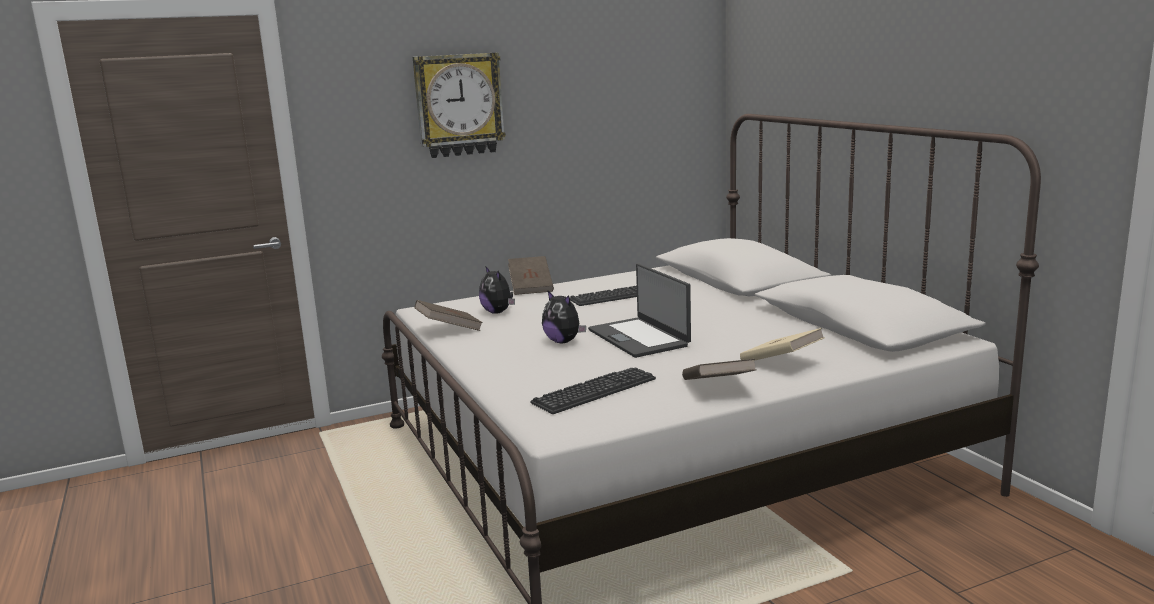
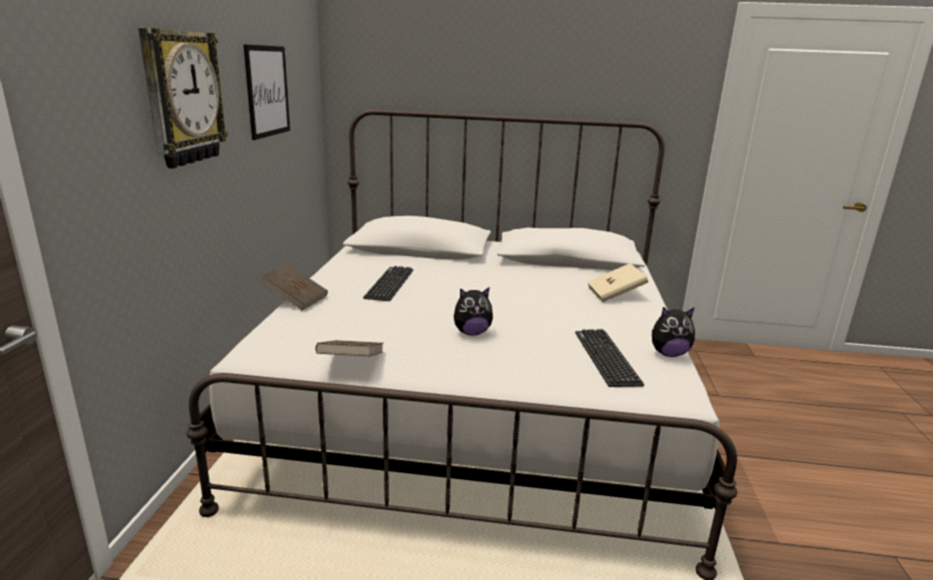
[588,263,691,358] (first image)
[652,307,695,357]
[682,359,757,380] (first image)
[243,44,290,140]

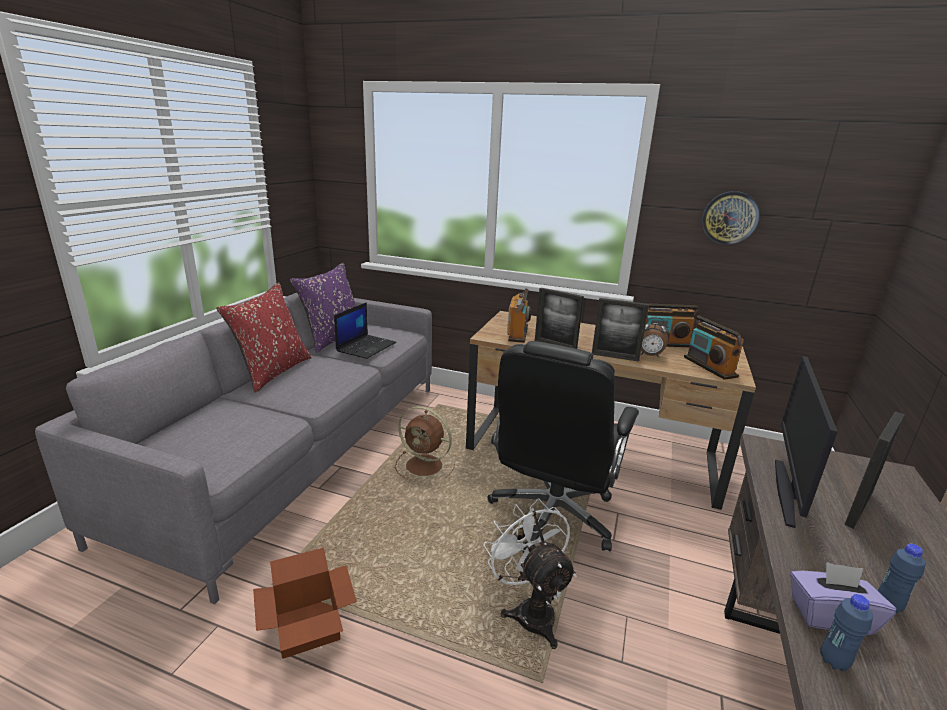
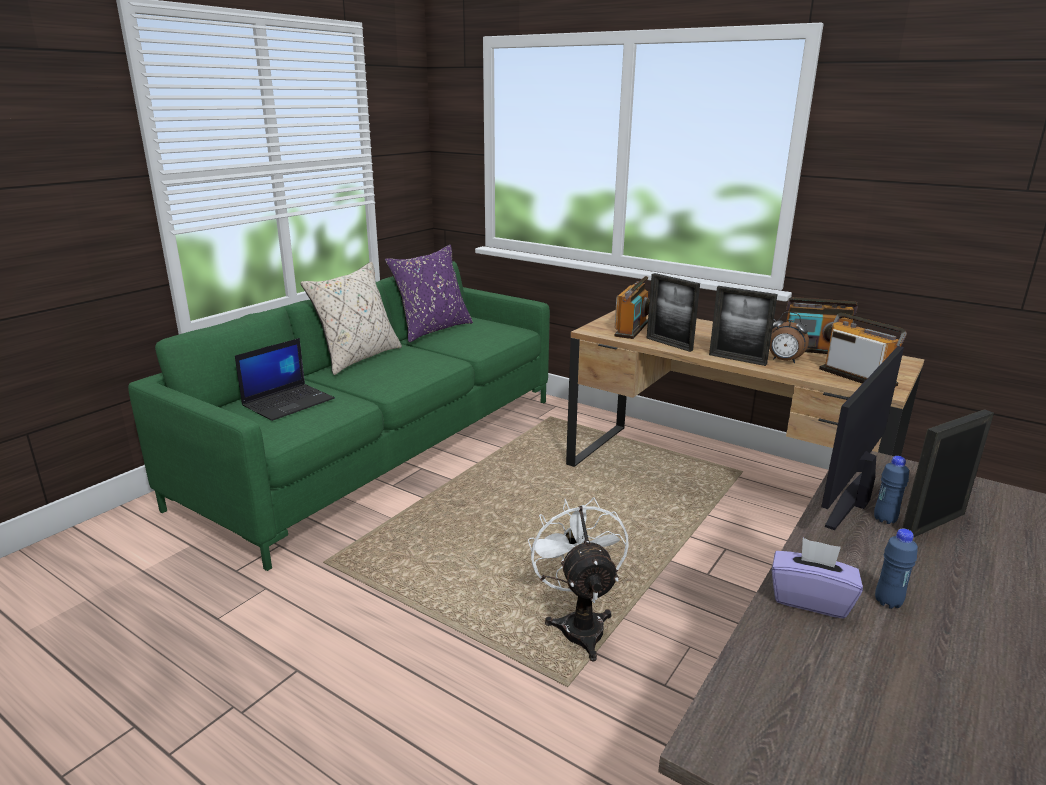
[702,191,760,245] (first image)
[128,261,550,571]
[300,262,402,375]
[235,338,335,421]
[819,313,907,387]
[488,341,639,553] (first image)
[395,406,455,479] (first image)
[253,548,357,659] (first image)
[874,456,909,524]

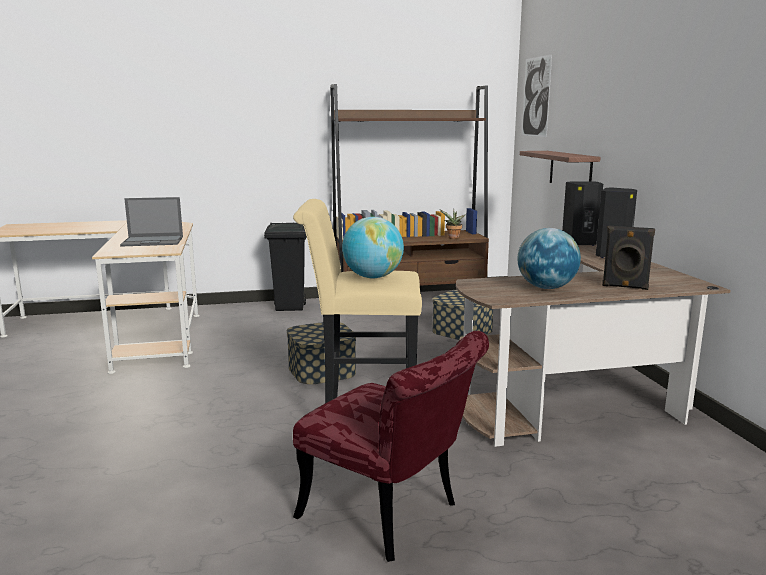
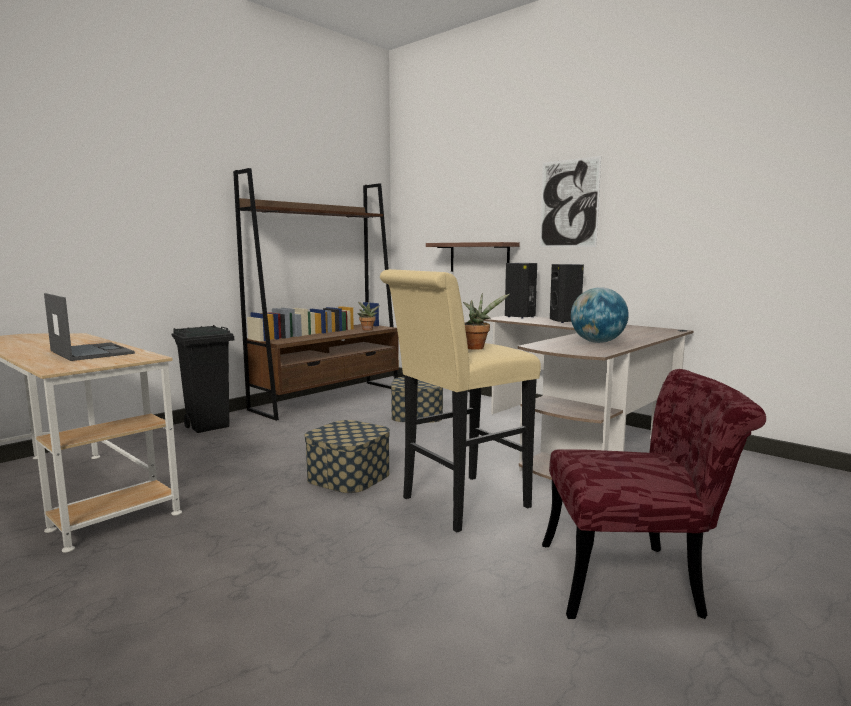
[540,156,601,247]
[44,293,135,361]
[463,293,510,350]
[602,226,655,290] (first image)

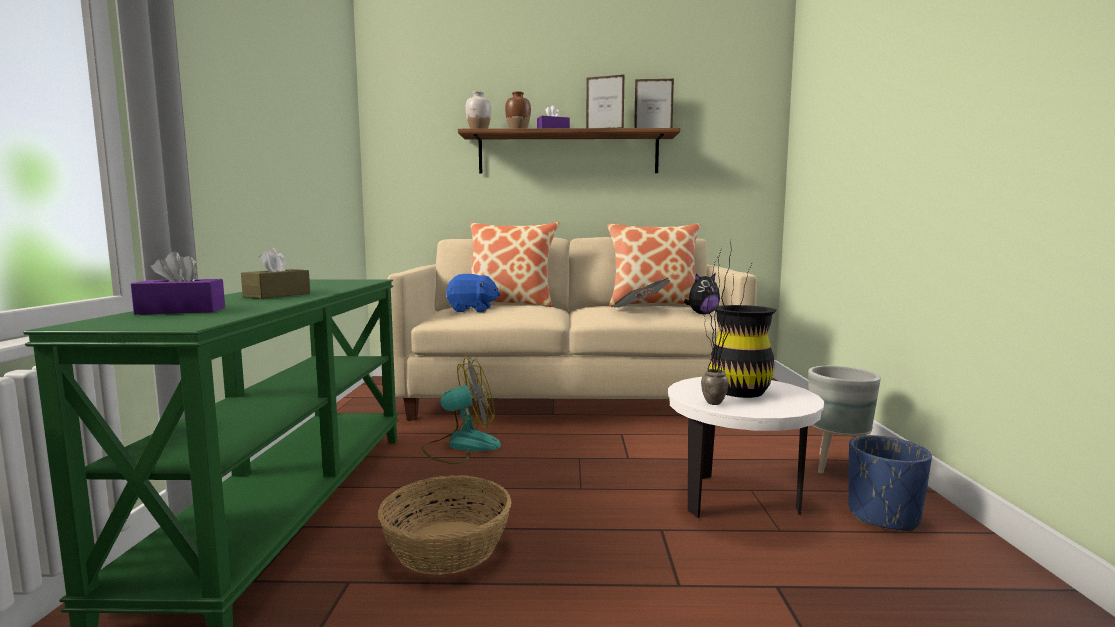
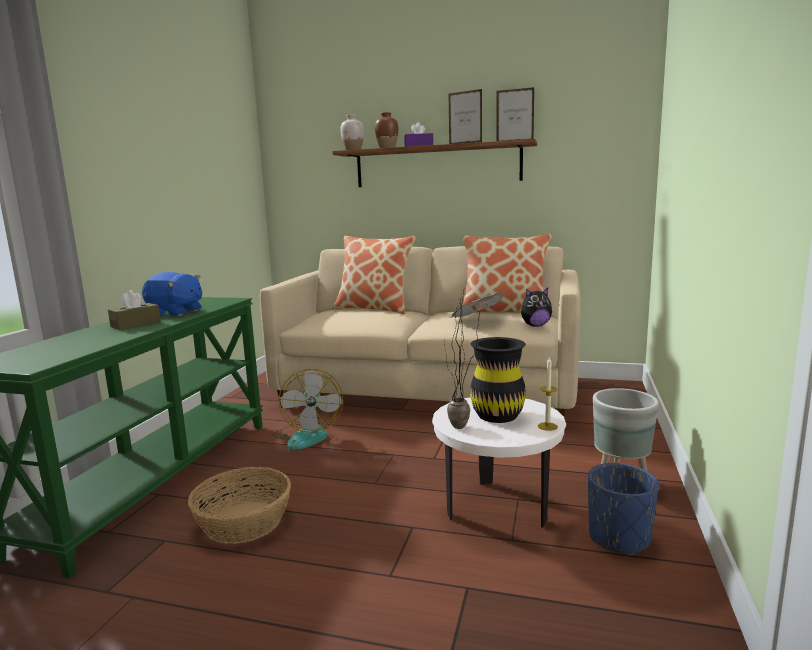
[131,252,225,315] (first image)
[142,272,202,316]
[272,369,343,450]
[538,356,558,431]

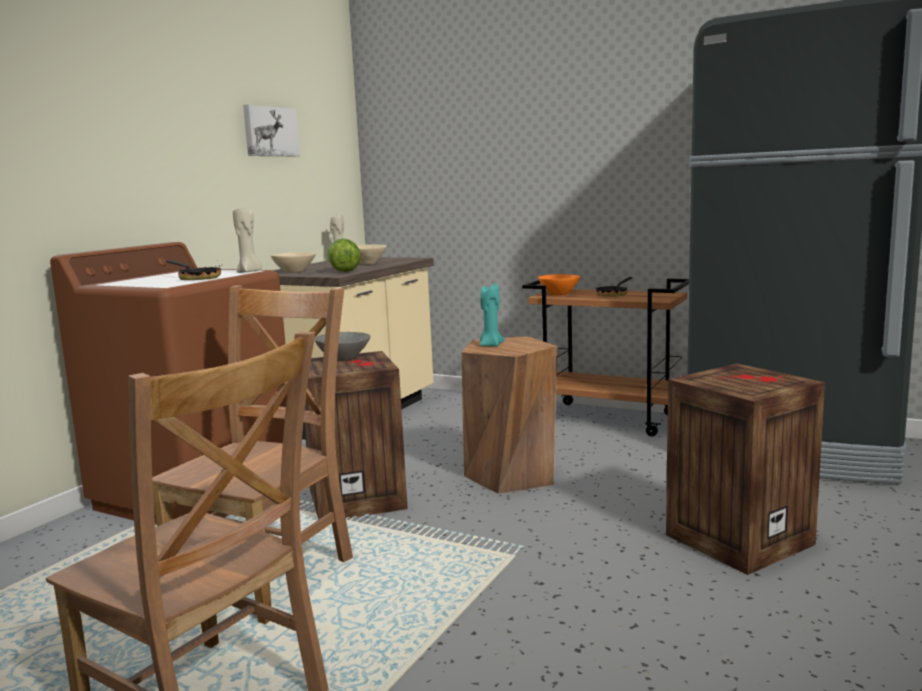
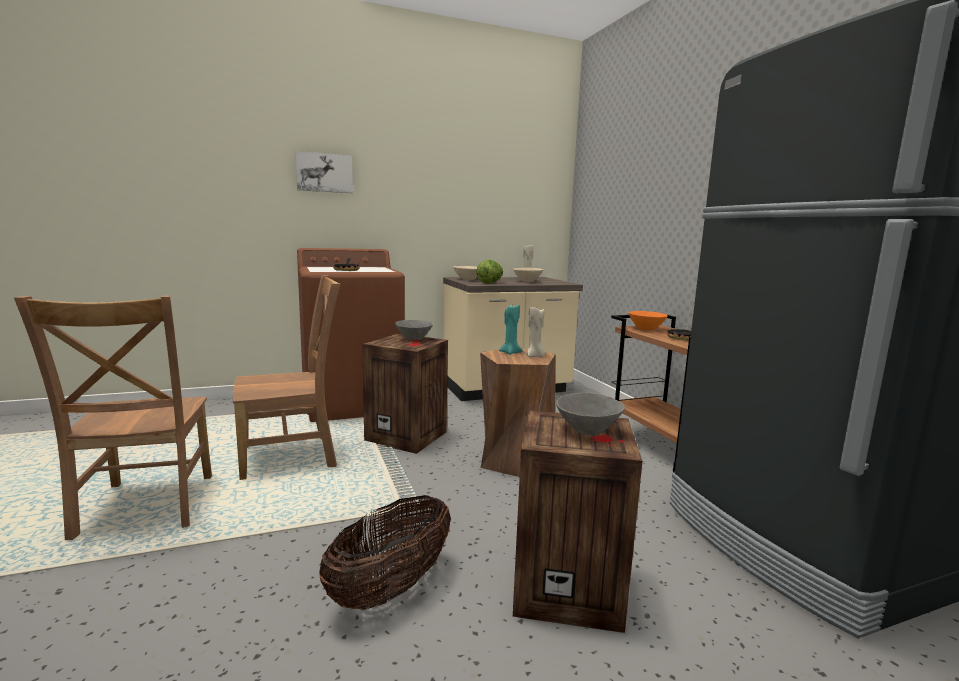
[296,151,353,193]
[526,307,545,357]
[556,393,625,436]
[319,495,451,610]

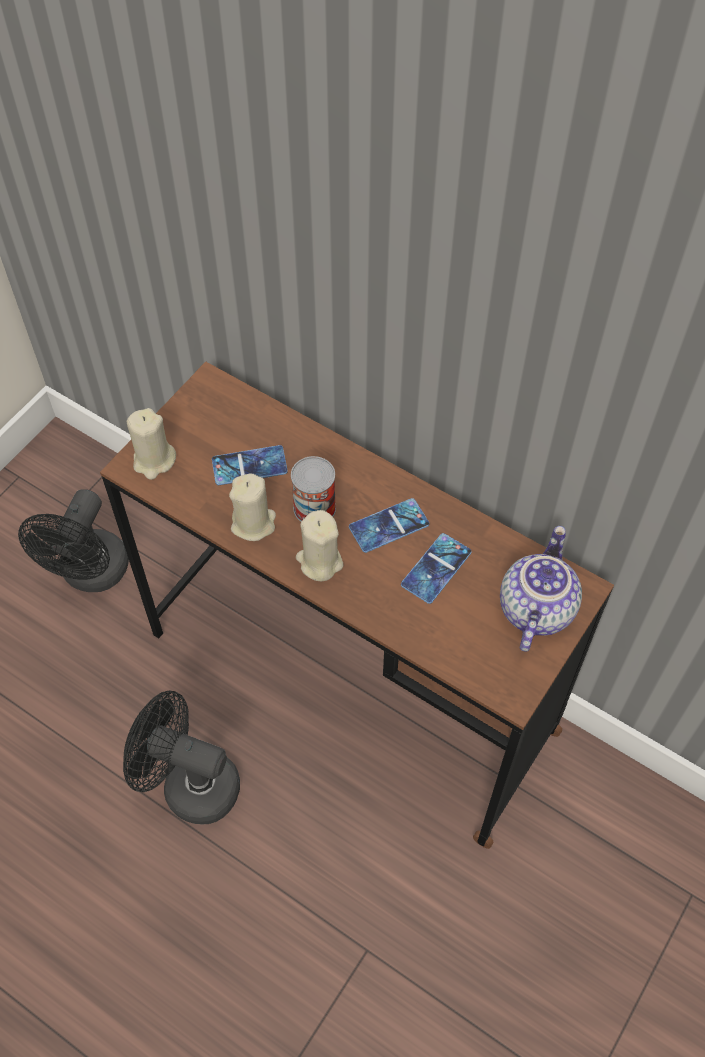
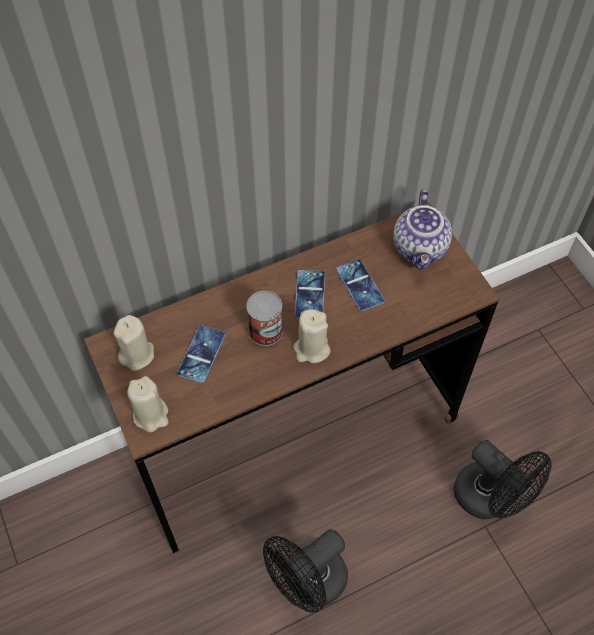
[114,315,154,371]
[453,440,552,519]
[393,189,452,270]

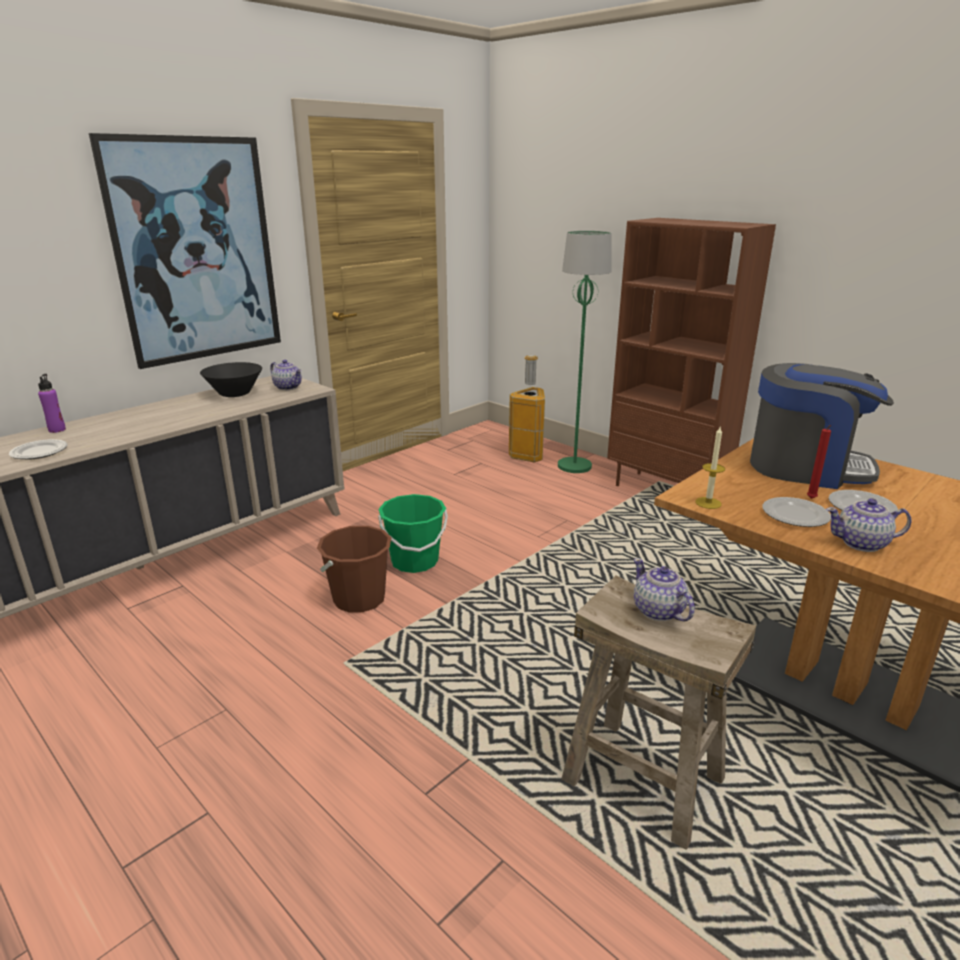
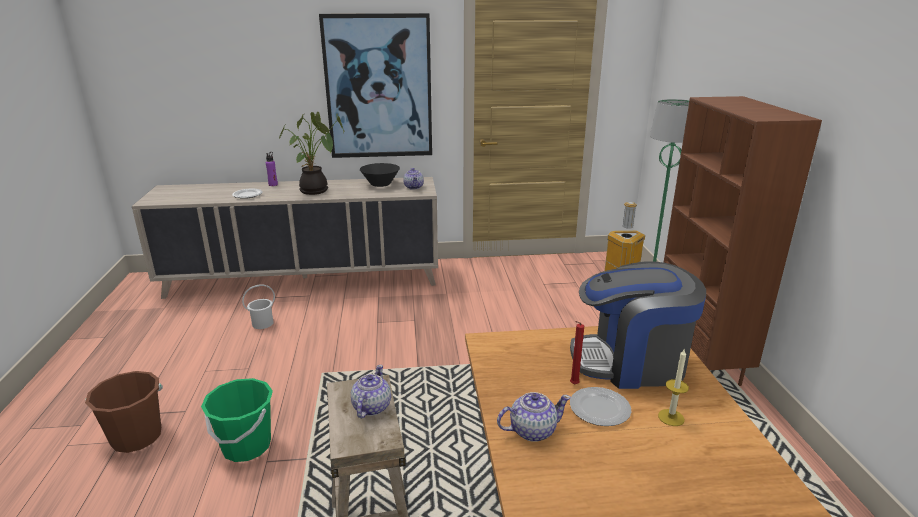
[570,261,706,389]
[658,348,689,426]
[201,378,273,462]
[762,497,831,527] (first image)
[497,392,571,442]
[85,371,163,453]
[279,112,344,195]
[242,284,275,329]

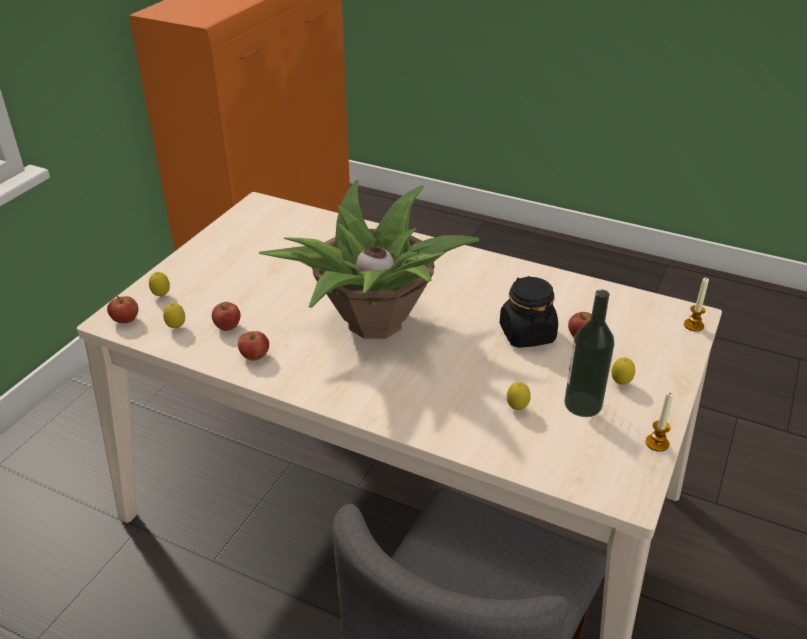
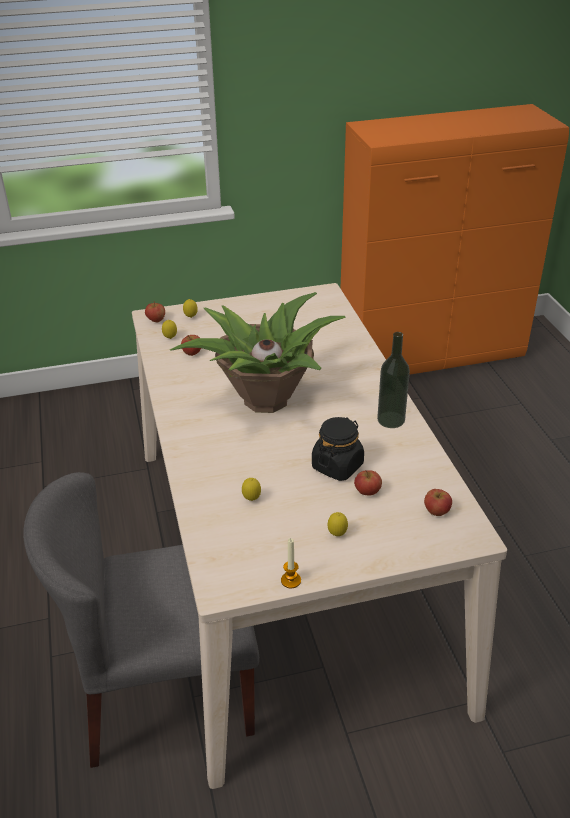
[684,278,709,332] (first image)
[377,332,410,428]
[424,489,452,516]

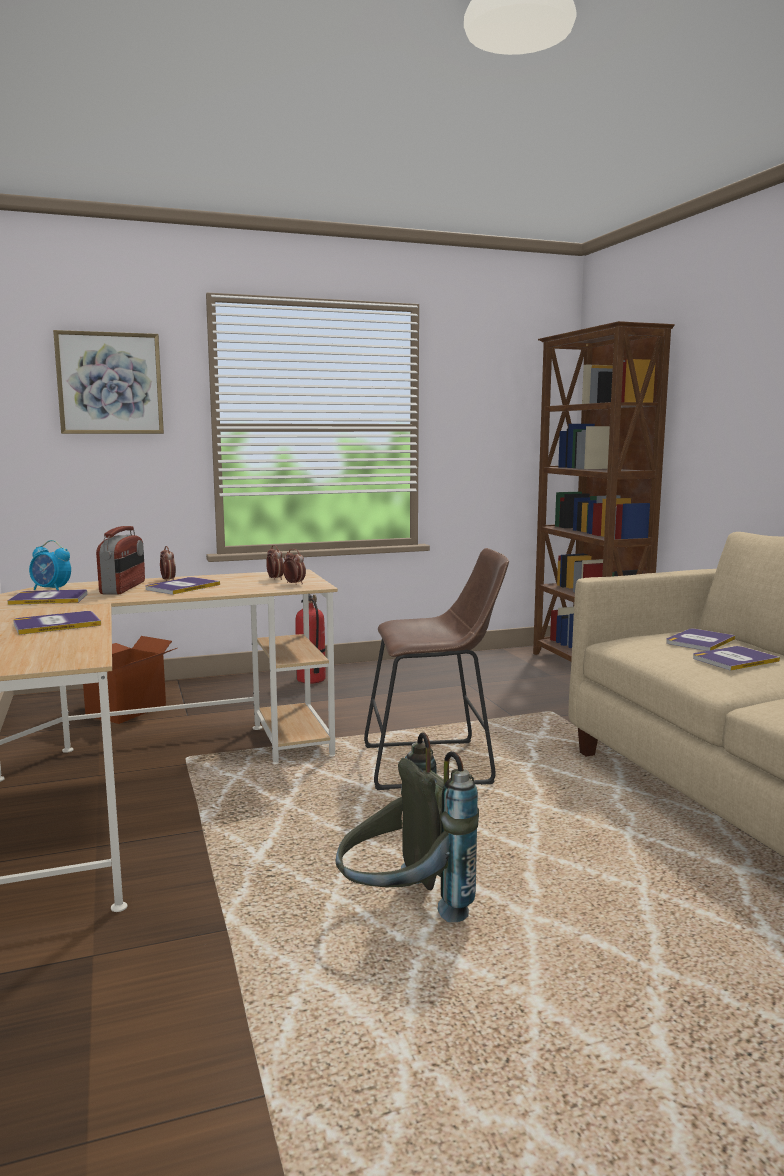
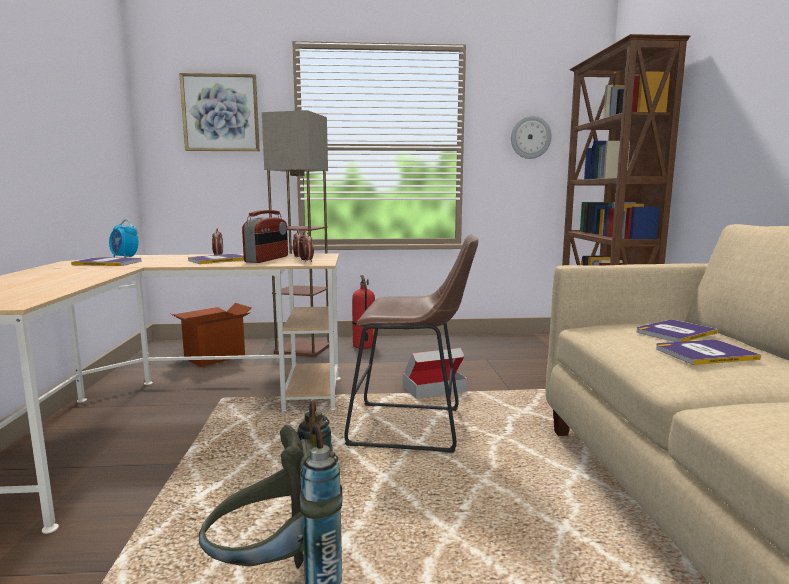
[242,210,288,263]
[13,611,101,635] (first image)
[262,110,329,357]
[511,116,552,159]
[403,348,467,399]

